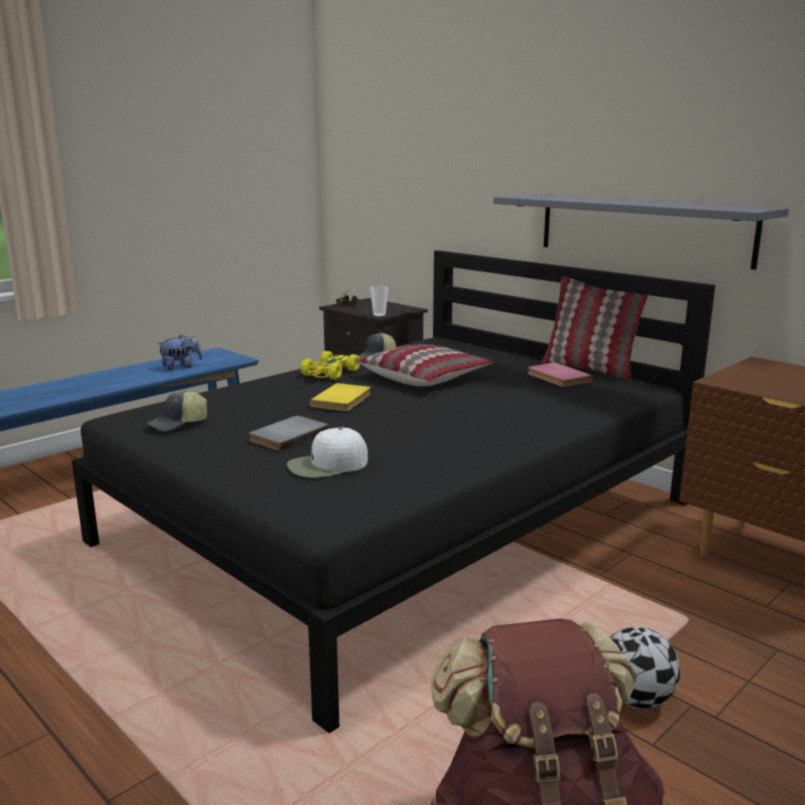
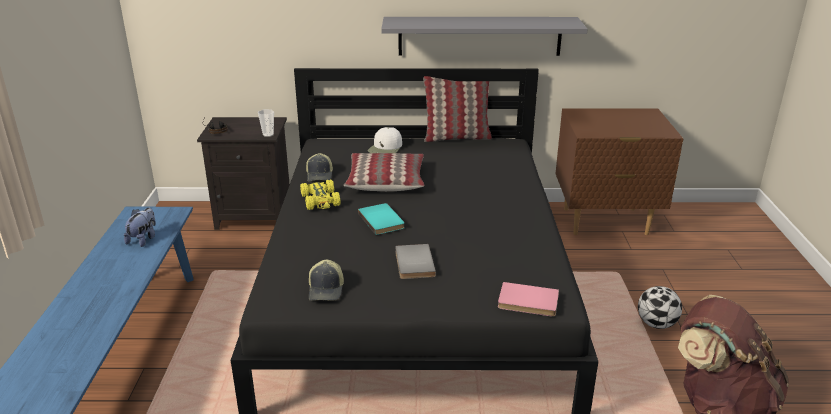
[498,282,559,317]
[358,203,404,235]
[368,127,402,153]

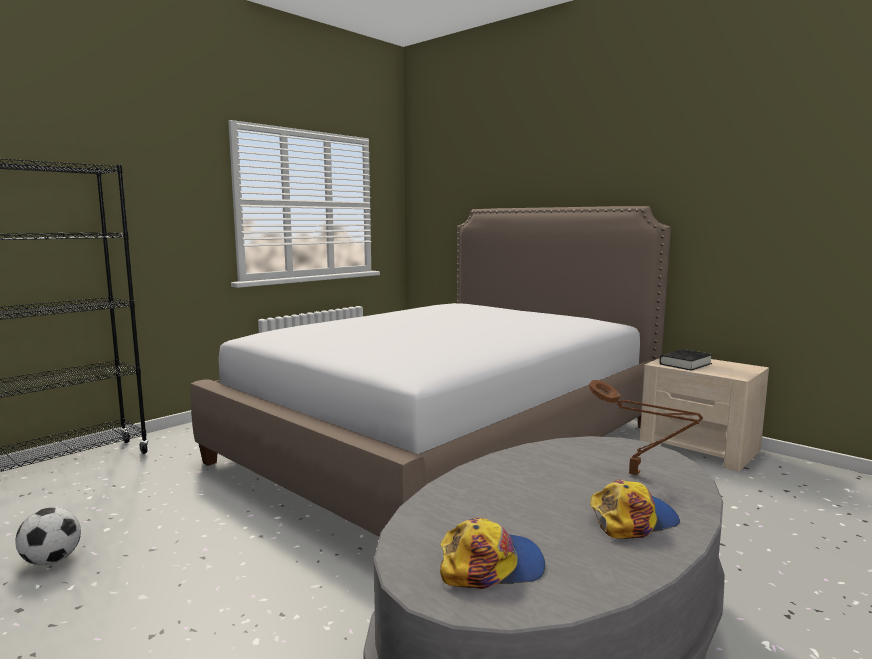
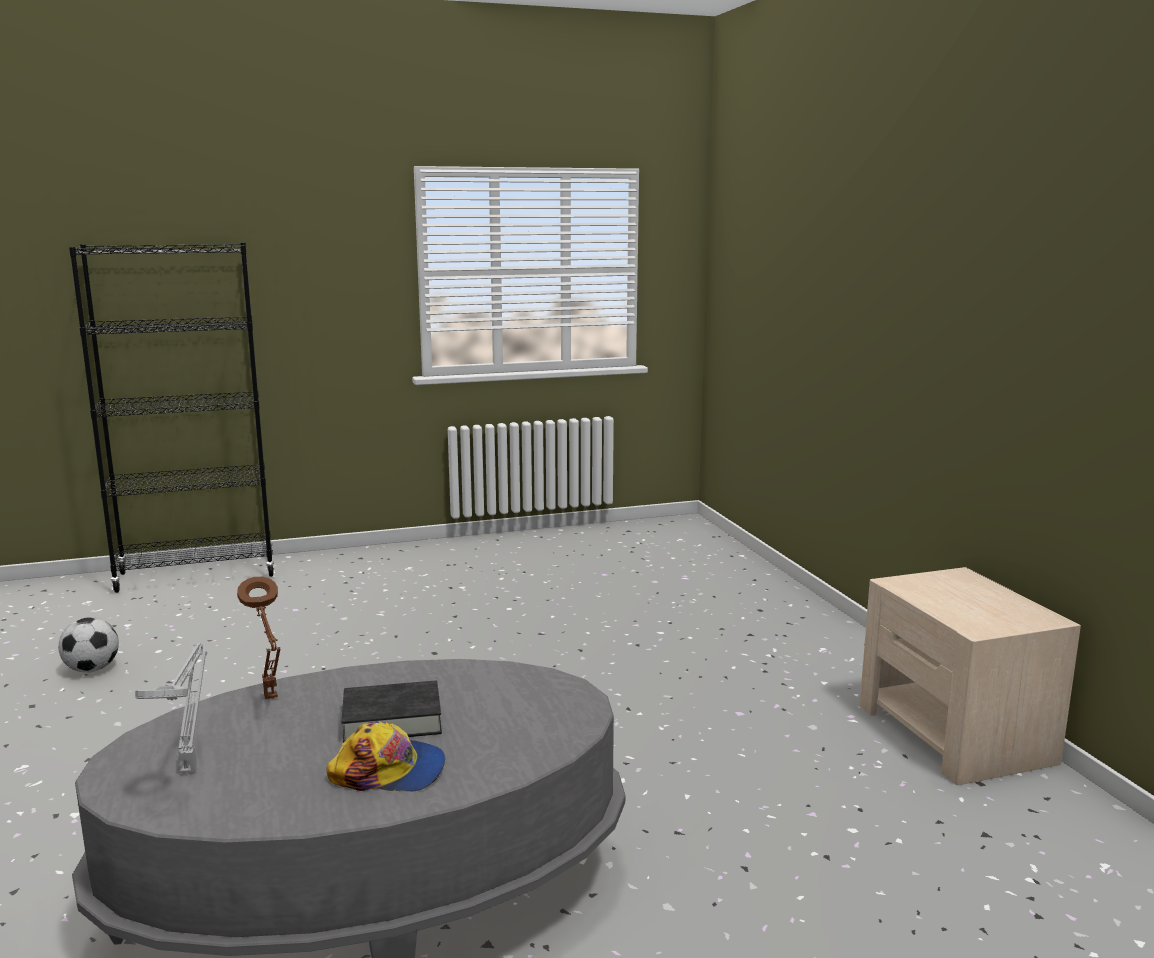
[190,206,671,537] (first image)
[341,680,442,742]
[237,577,280,699]
[135,643,207,773]

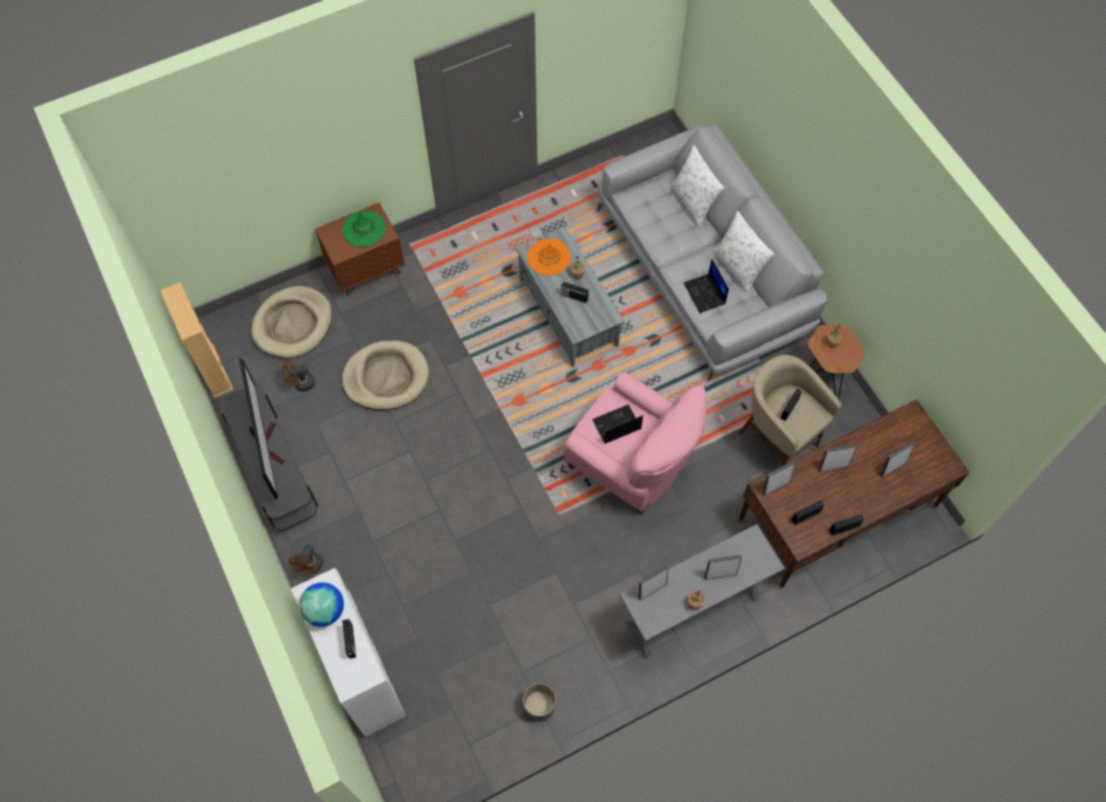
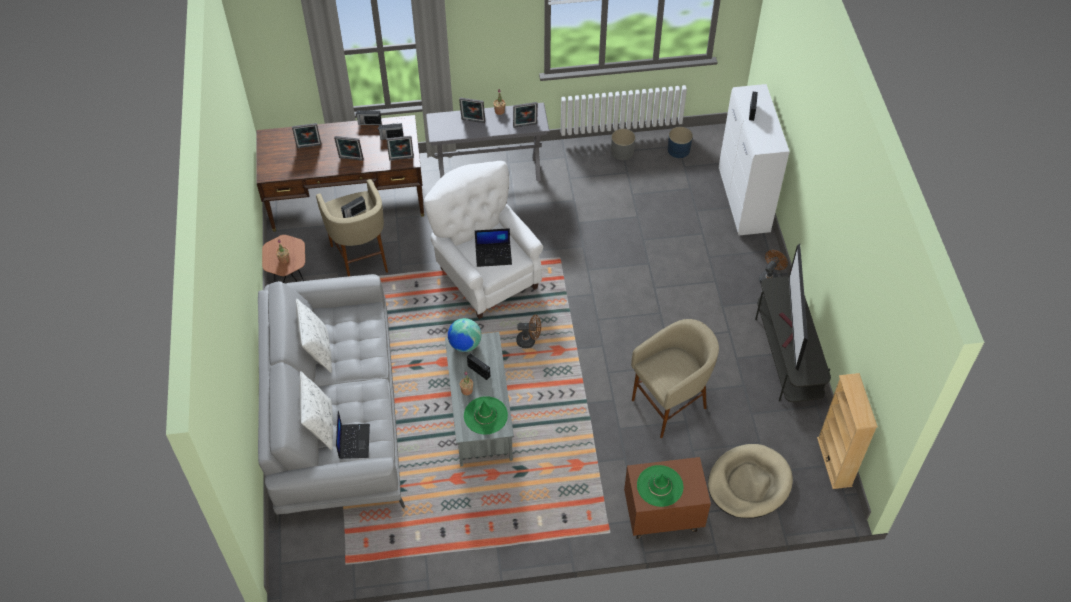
[464,396,508,435]
[336,410,370,459]
[631,319,719,438]
[516,315,541,348]
[424,161,543,319]
[448,318,481,352]
[668,127,693,158]

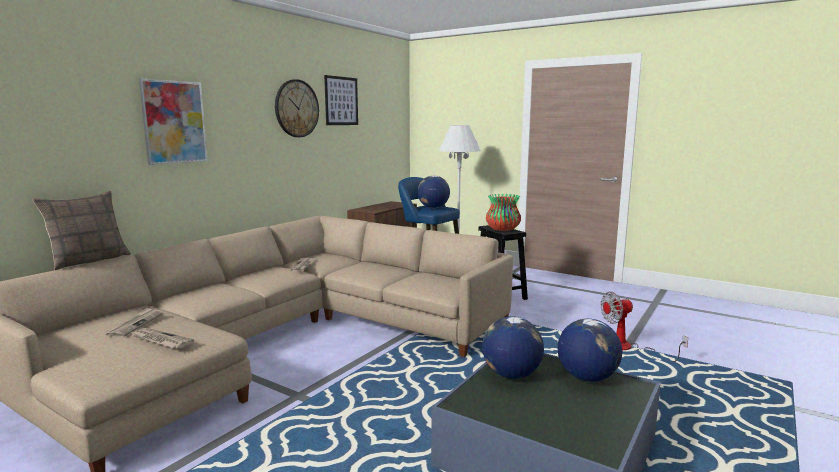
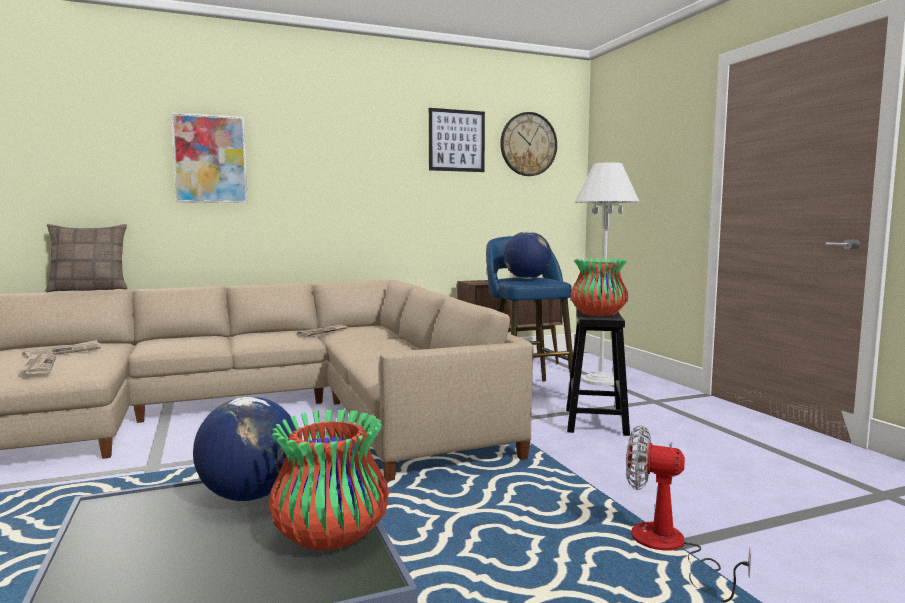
[500,112,557,176]
[268,410,389,551]

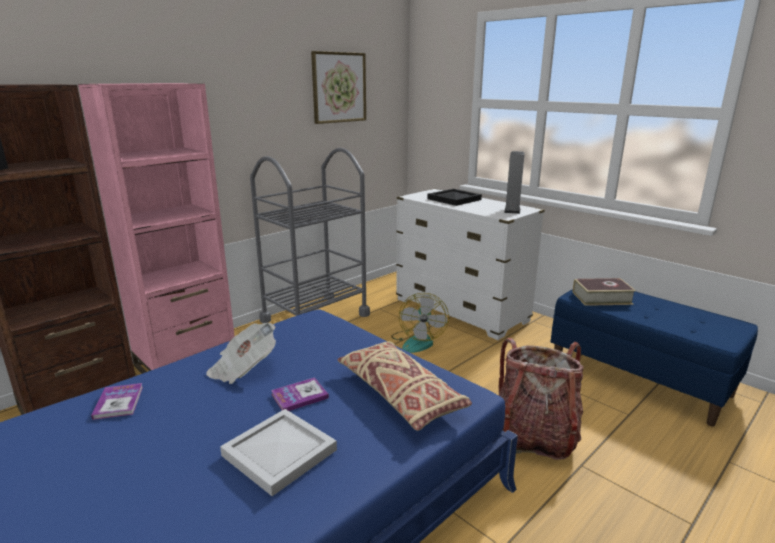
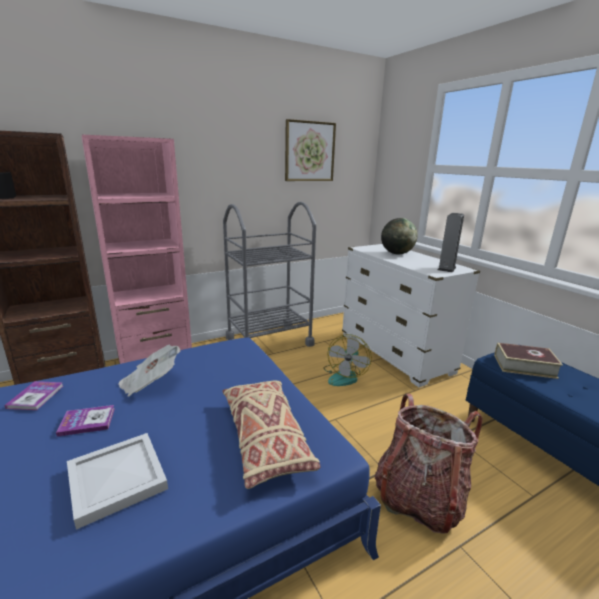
[381,218,418,255]
[56,405,114,437]

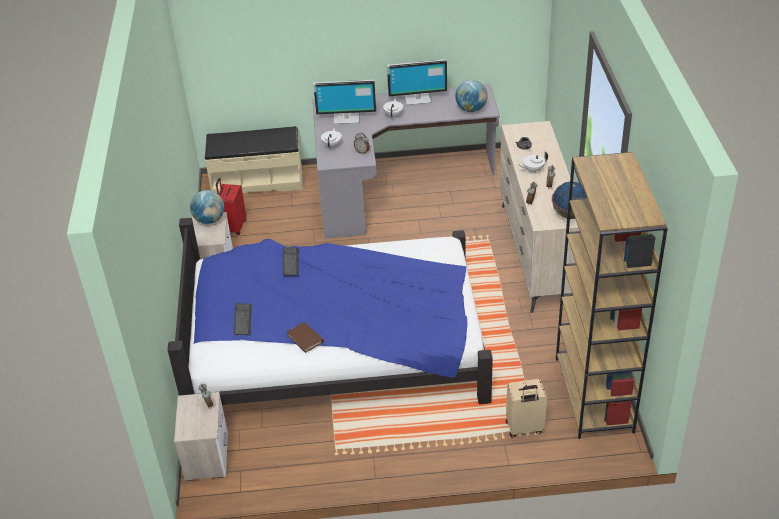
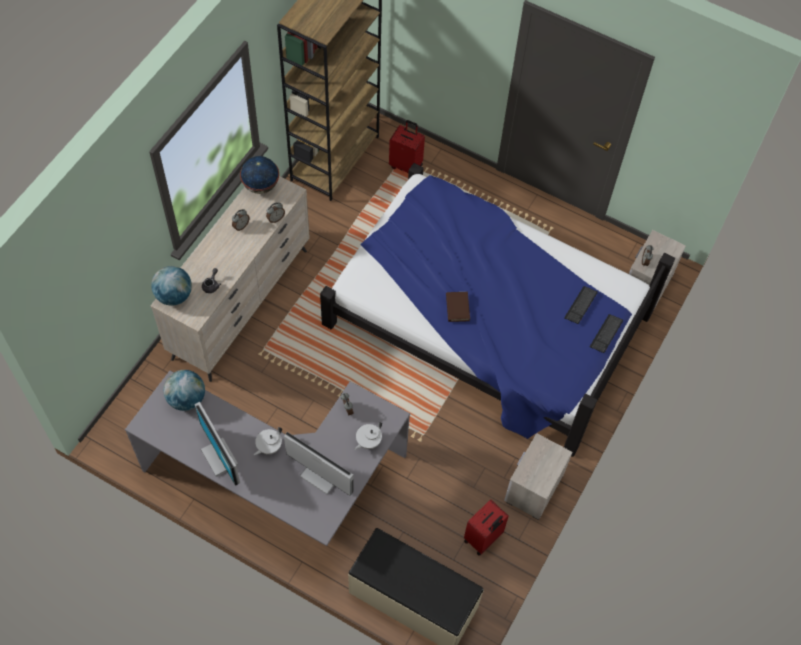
[195,402,240,486]
[518,152,548,173] (first image)
[151,266,192,306]
[590,314,623,353]
[446,292,470,322]
[389,120,425,173]

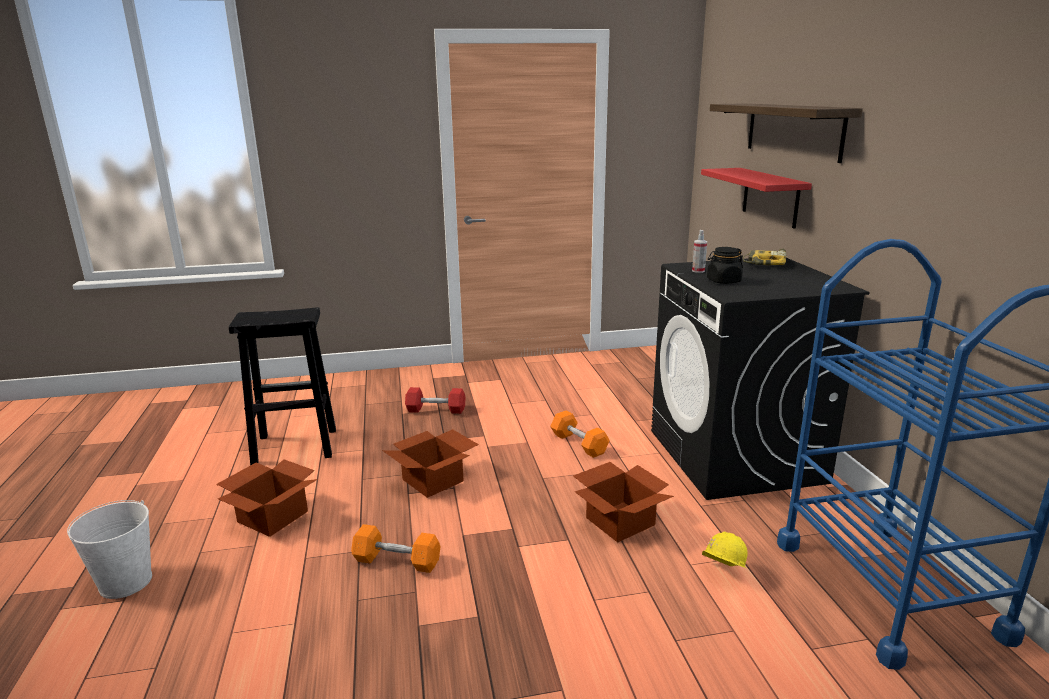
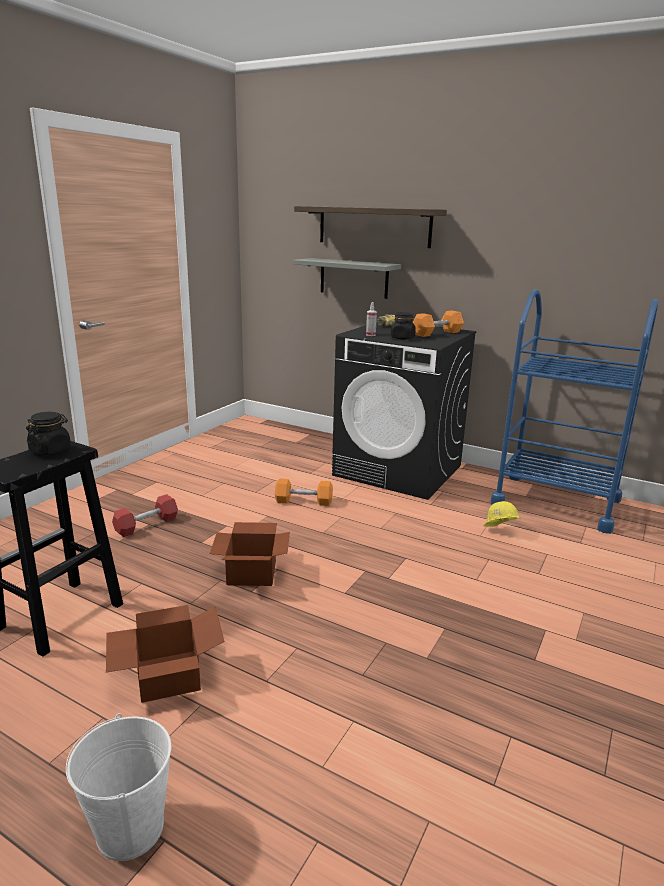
[293,258,401,299]
[573,462,674,543] (first image)
[413,311,464,337]
[26,412,71,456]

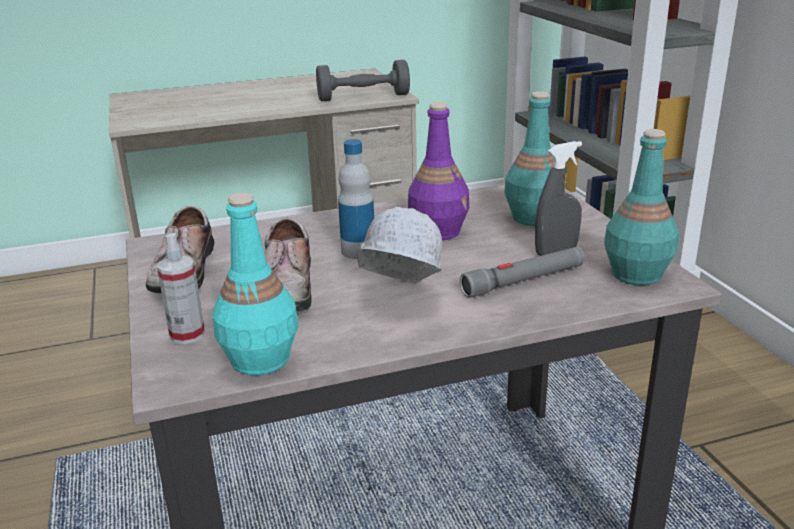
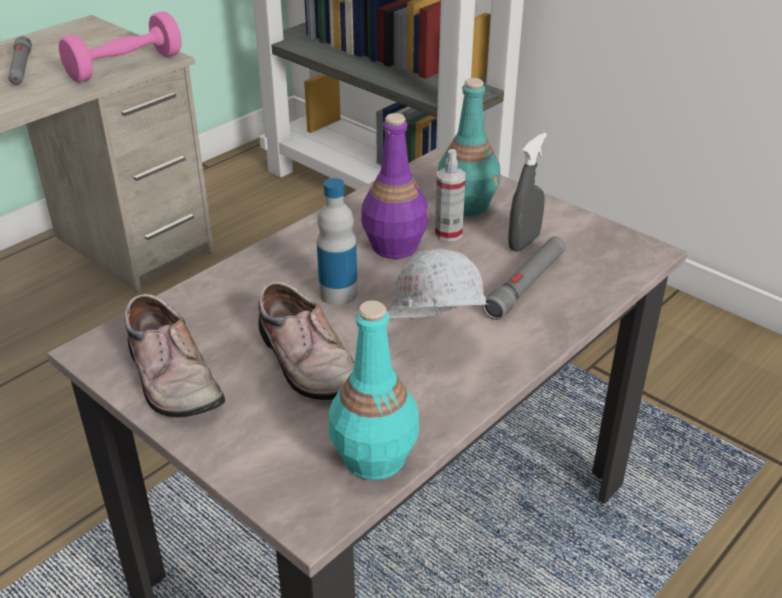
[59,11,182,83]
[604,129,679,285] (first image)
[435,149,466,241]
[8,36,32,84]

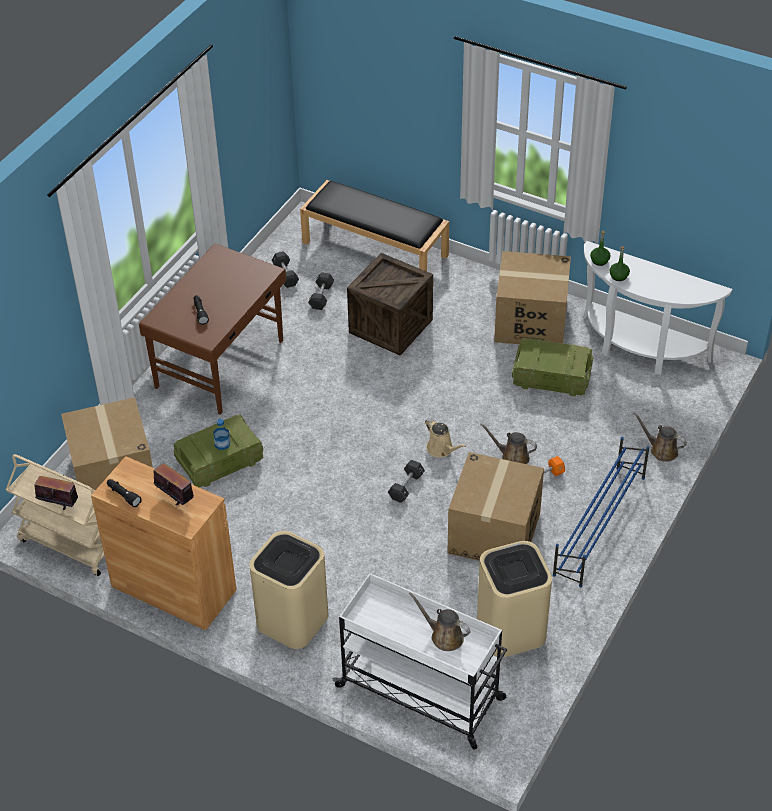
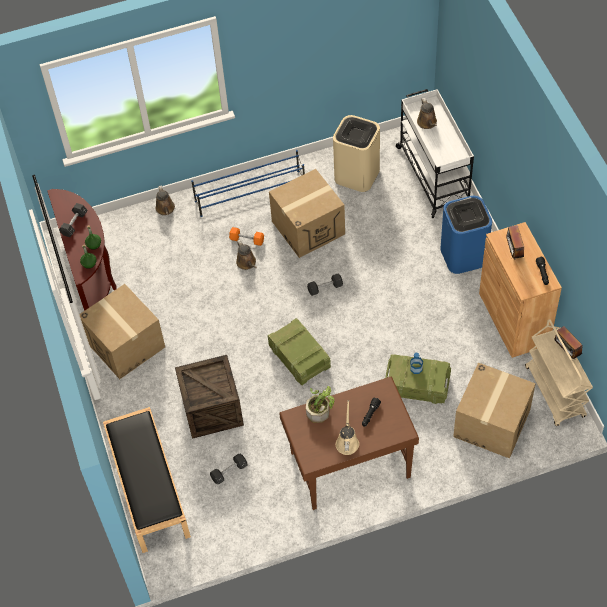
[47,189,117,311]
[59,203,88,237]
[268,318,331,385]
[336,400,359,455]
[440,196,492,274]
[306,386,335,423]

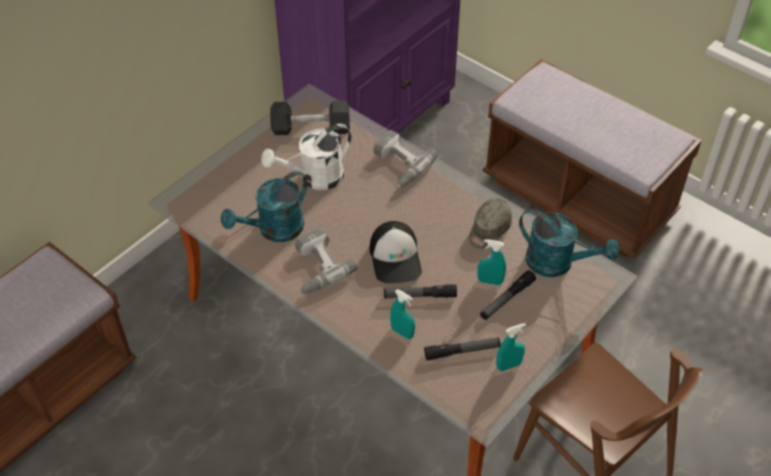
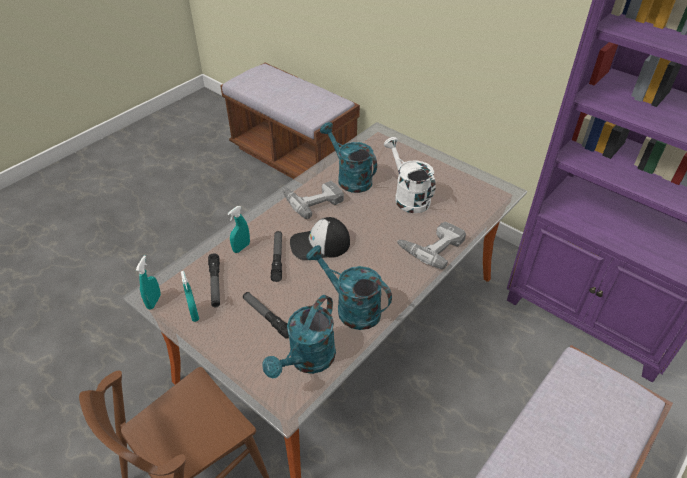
[270,101,350,135] (first image)
[306,245,392,330]
[136,255,161,310]

